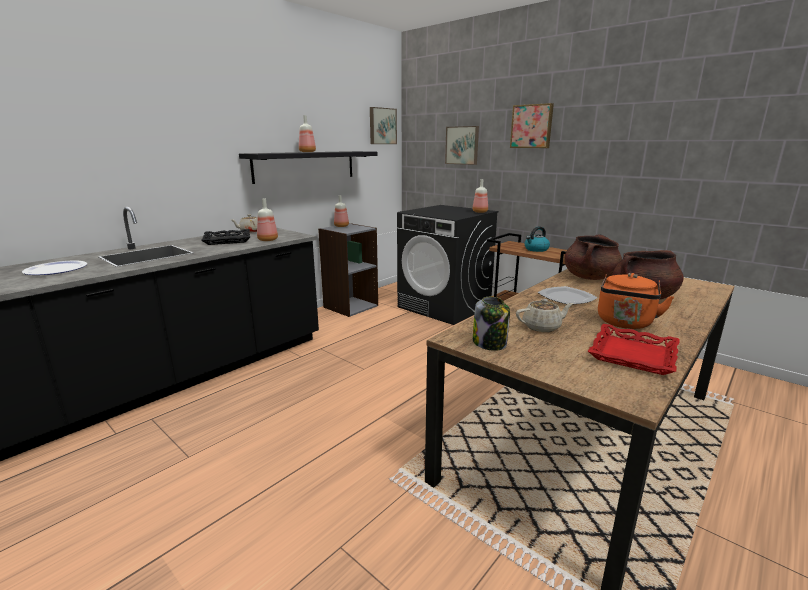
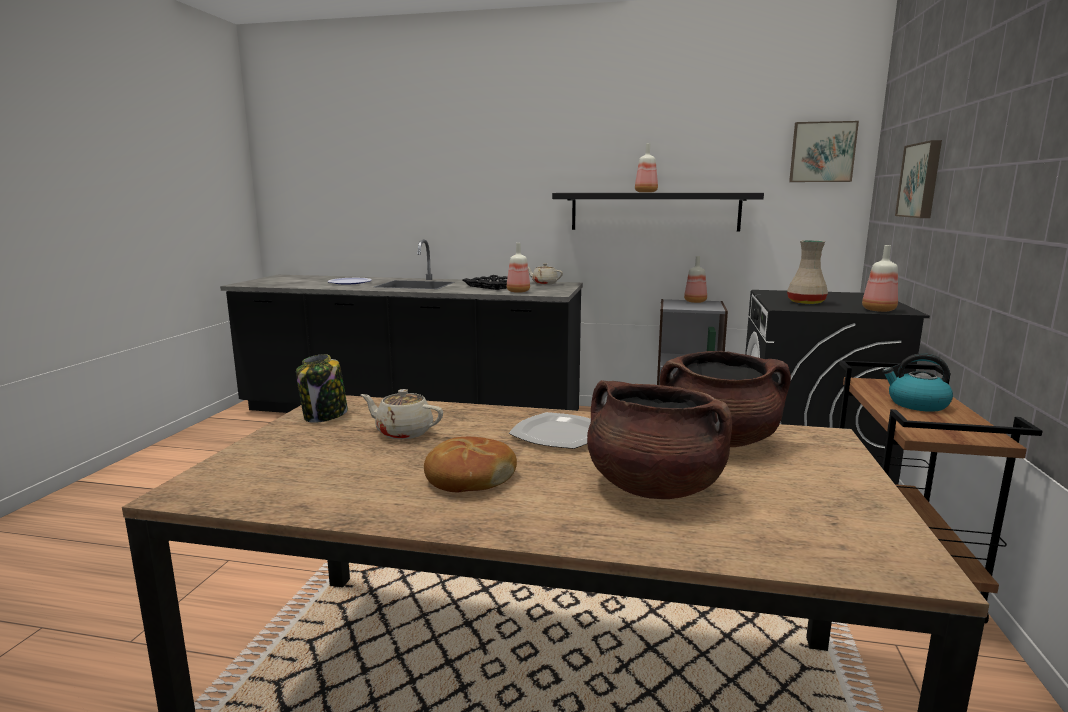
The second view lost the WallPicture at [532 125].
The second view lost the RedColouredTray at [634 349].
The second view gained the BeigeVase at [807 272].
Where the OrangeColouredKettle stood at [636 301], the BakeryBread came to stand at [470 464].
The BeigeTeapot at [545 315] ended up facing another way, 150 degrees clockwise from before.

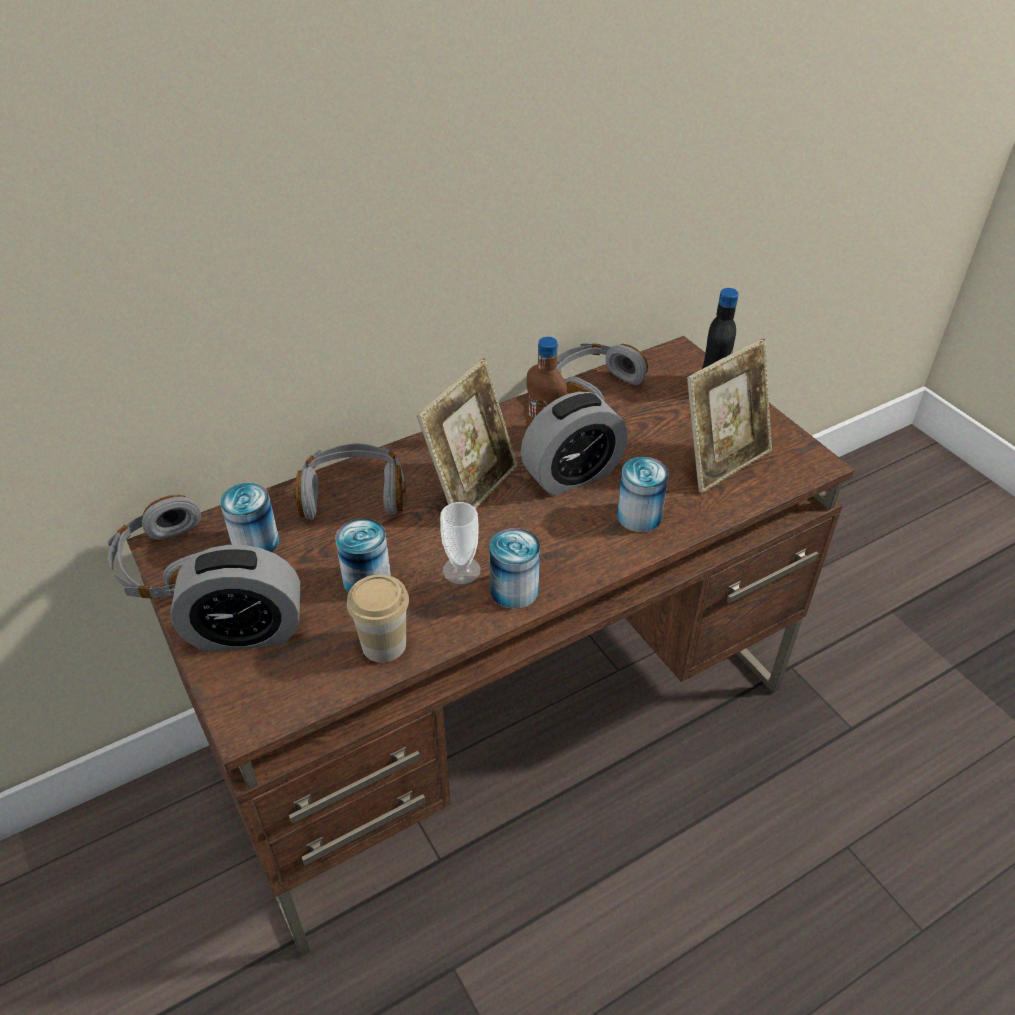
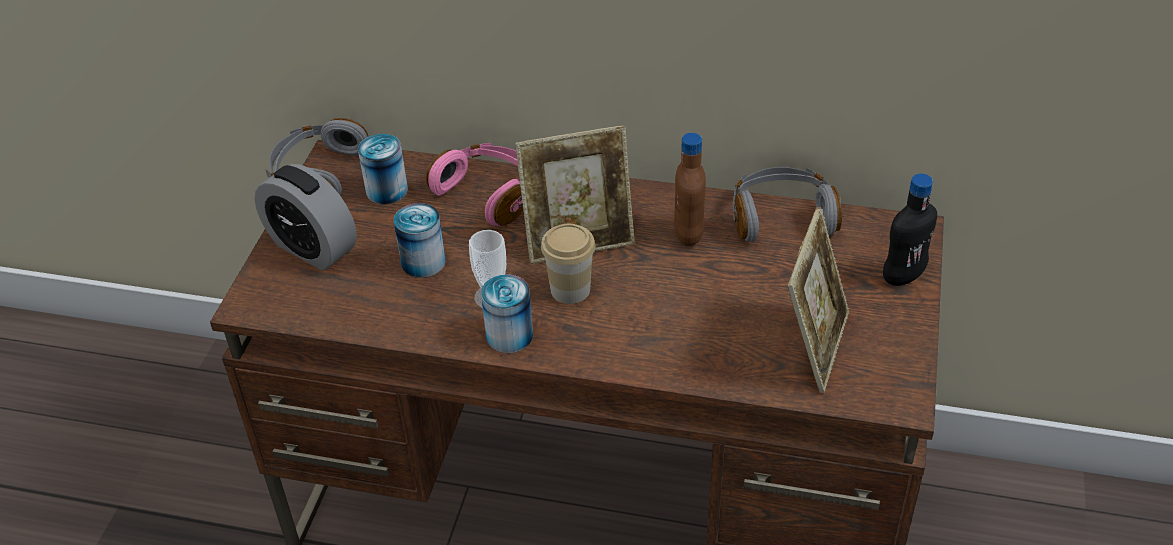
The second view lost the BedsideClock at [574 444].
The second view lost the SealedCan at [643 494].
The DrinkingCup ended up elsewhere, having gone from [378 618] to [568 264].
What was the GrayHeadphones at [350 482] turned into the PinkColouredHeadphones at [474 184].
The PhotoFrame at [729 416] ended up facing another way, 75 degrees counterclockwise from before.

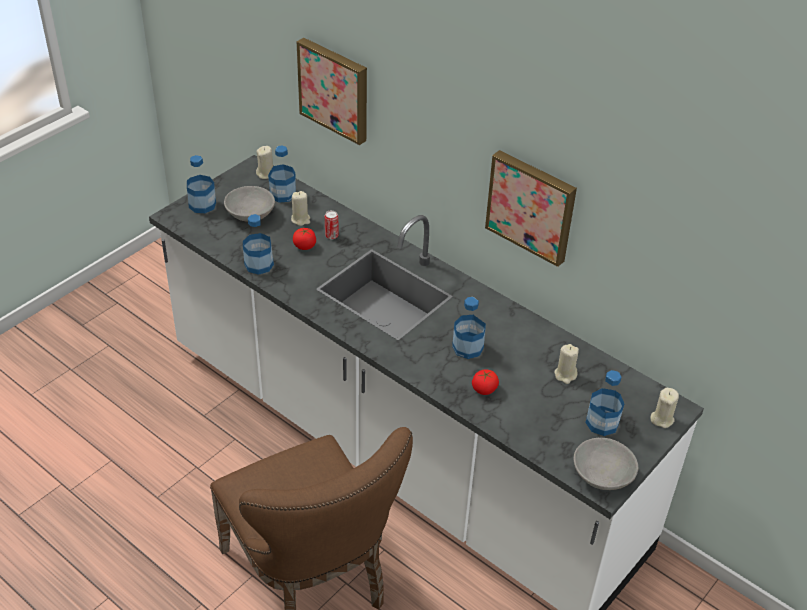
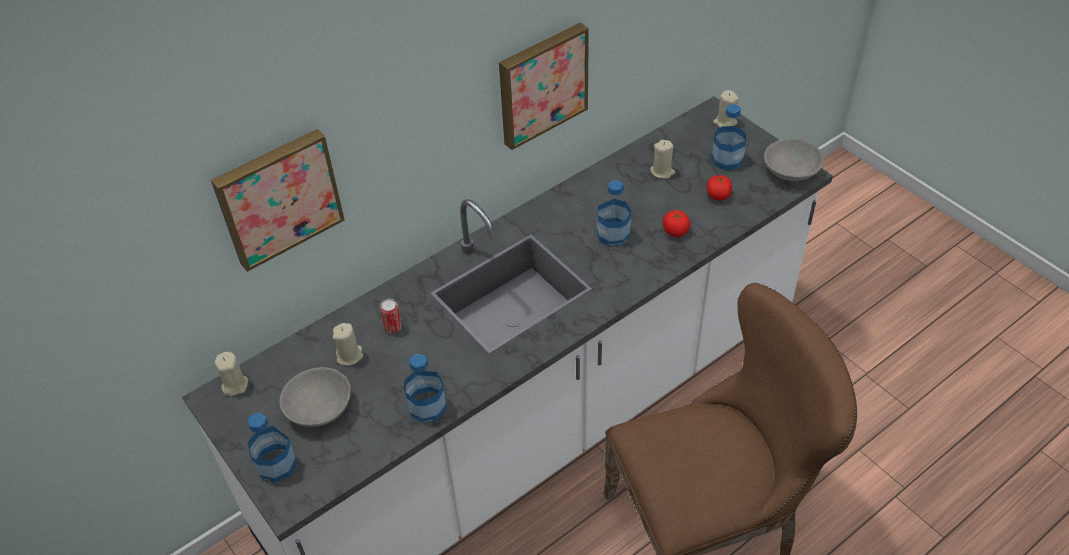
The second view lost the DrinkBottle at [282 174].
The Tomato ended up elsewhere, having gone from [304 239] to [719 188].

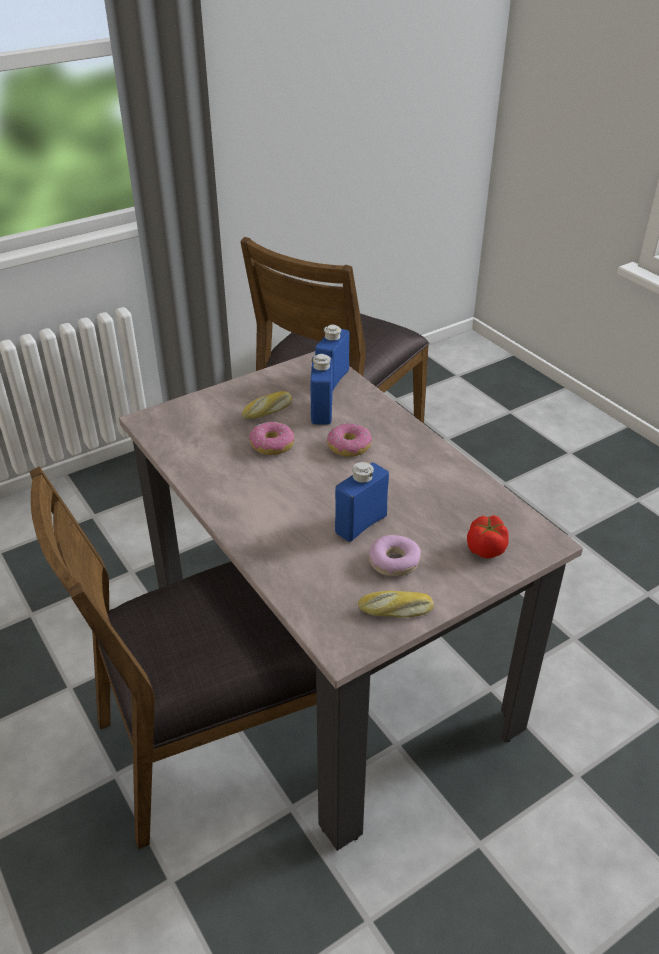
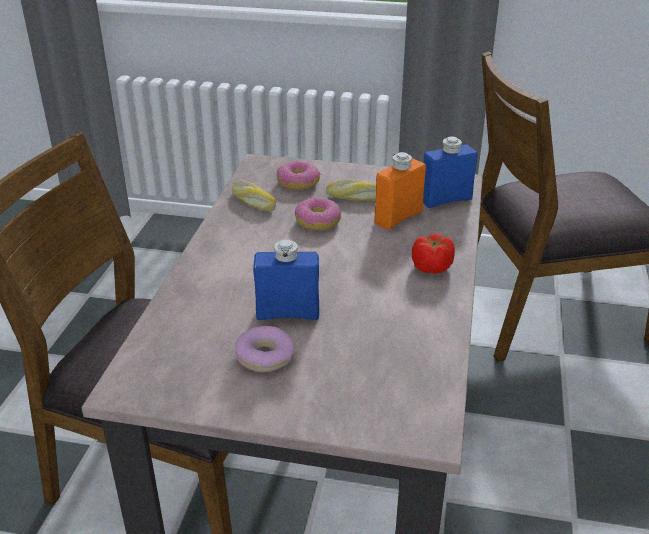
The RingDoughnut ended up elsewhere, having gone from [349 440] to [298 175].
The BakeryBread ended up elsewhere, having gone from [396 603] to [254 196].
The Tomato ended up elsewhere, having gone from [488 537] to [433 254].
What was the BluishDrinkBottle at [321 389] turned into the OrangeColouredDrinkBottle at [400 191].

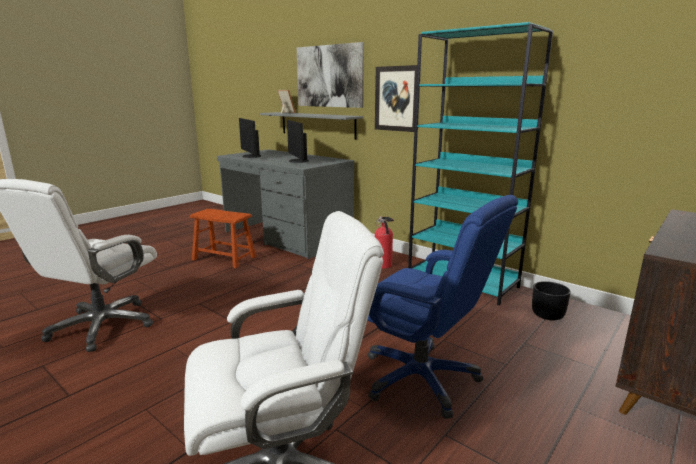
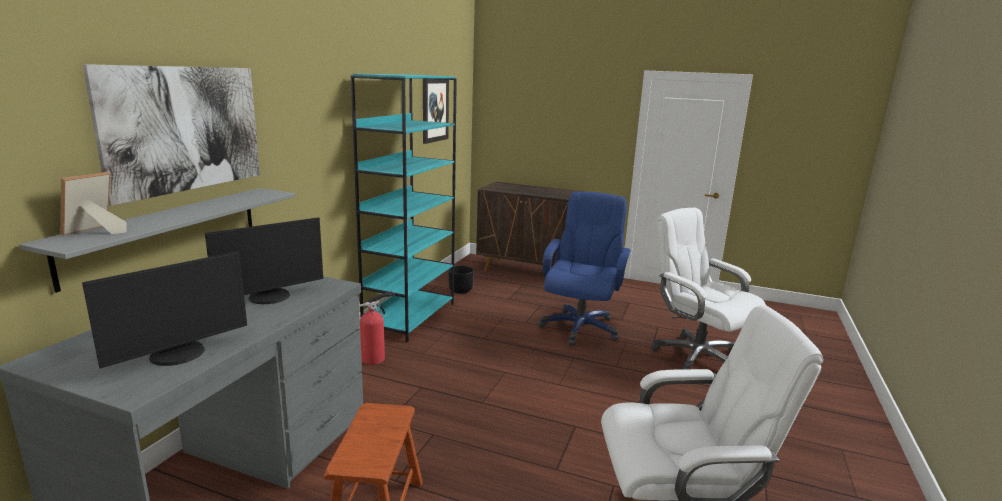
The WallPicture ended up elsewhere, having gone from [398 98] to [436 111].

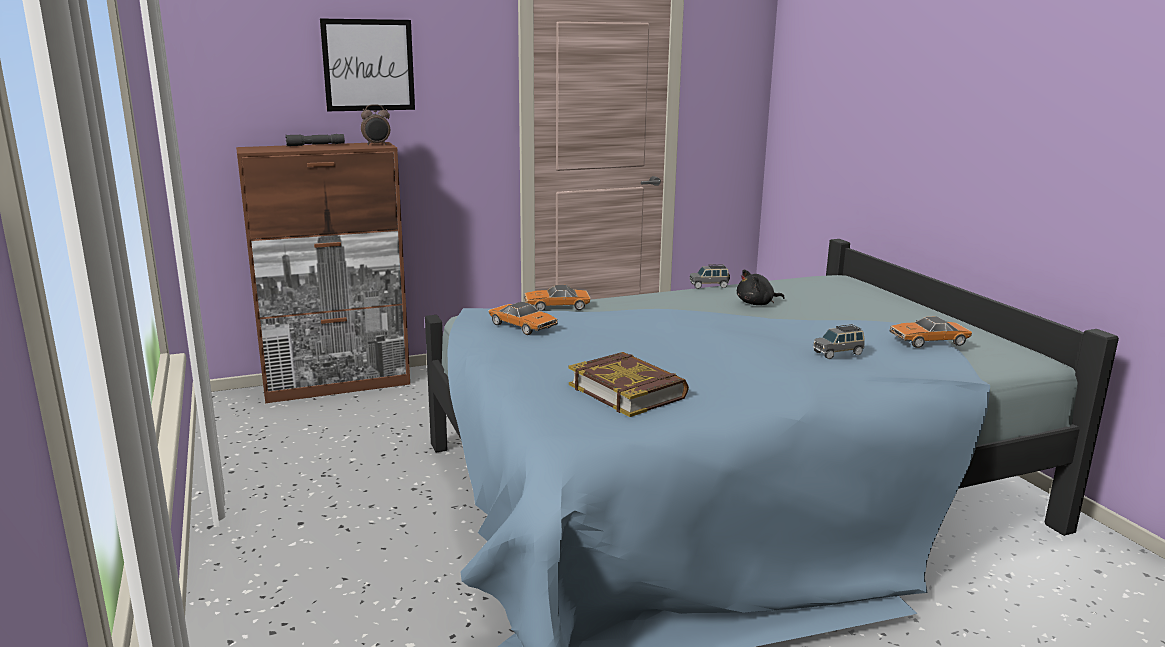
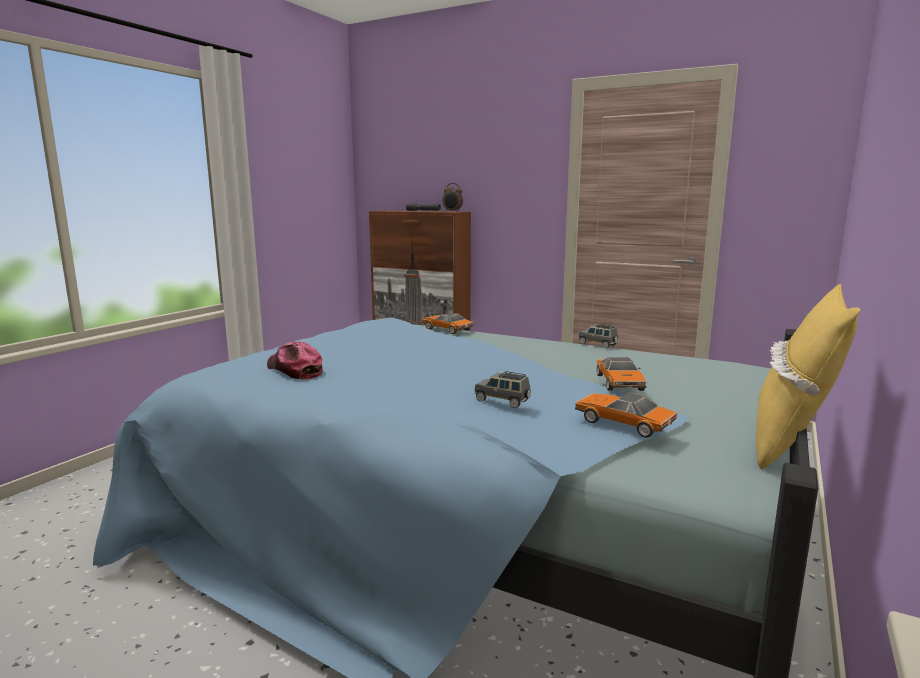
The second view lost the WallPicture at [367 65].
The second view lost the BlackColouredCuddlyToy at [761 287].
The second view gained the YellowColouredThrowPillow at [808 377].
The MiniatureCar ended up elsewhere, having gone from [523 318] to [622 374].
Where the Book stood at [629 384], the BaseballCap came to stand at [294 361].

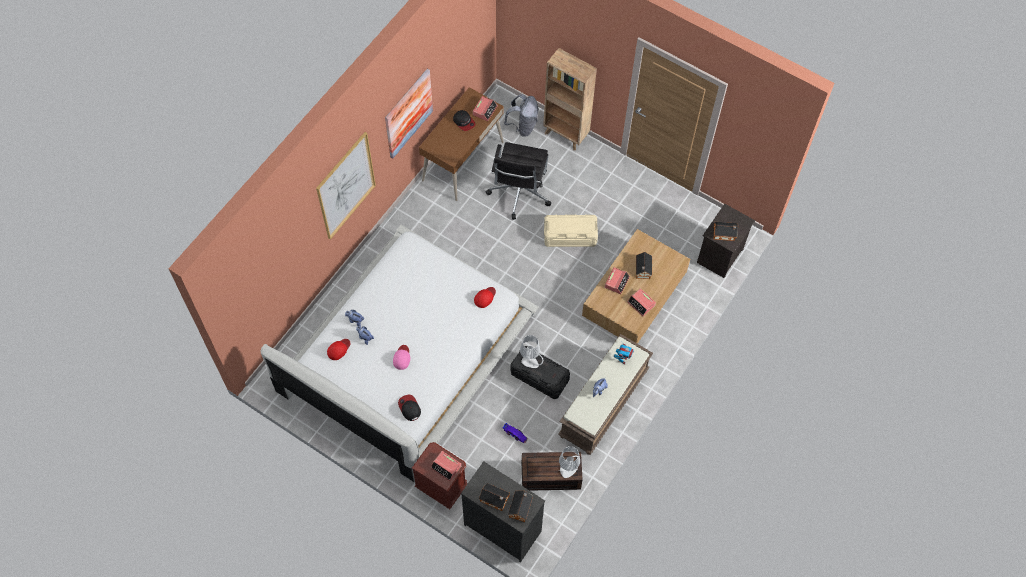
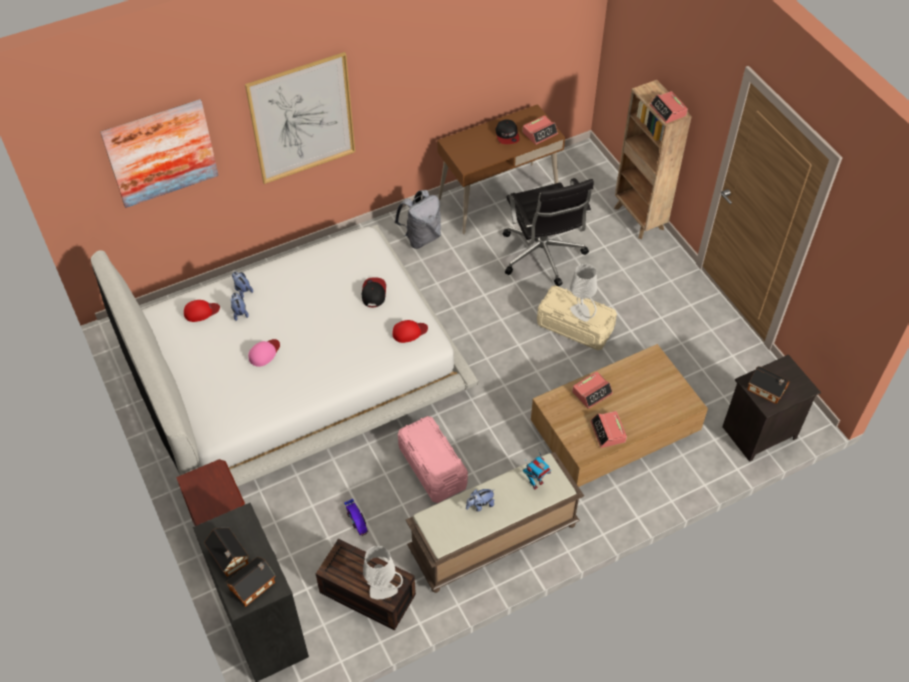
The second view lost the ToyHouse at [644 265].
The WallPicture ended up elsewhere, having gone from [409 114] to [159 153].
The BaseballCap ended up elsewhere, having gone from [409 408] to [374 292].
The BedsideClock ended up elsewhere, having gone from [446 466] to [669 107].
The GrayKnapsack ended up elsewhere, having gone from [521 115] to [418 219].
The GrayTableLamp ended up elsewhere, having gone from [531 351] to [583 293].
What was the BlackColouredStorageBox at [540 372] turned into the PinkColouredStorageBox at [433 459].
The BlackColouredOfficeChair at [518 181] ended up facing another way, 60 degrees counterclockwise from before.

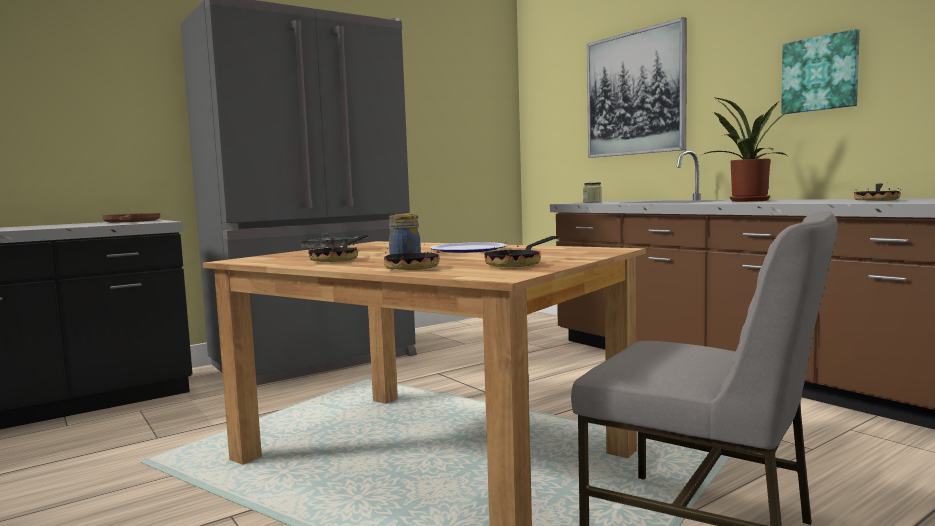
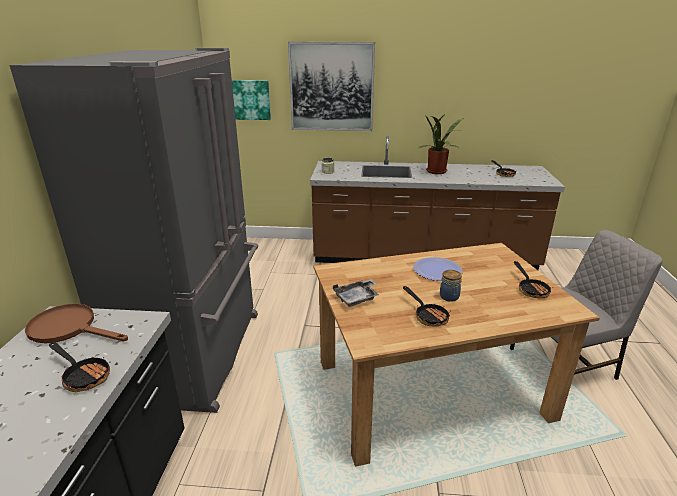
The Pan ended up elsewhere, having gone from [412 254] to [79 367].
The WallPicture ended up elsewhere, having gone from [820 71] to [251 100].

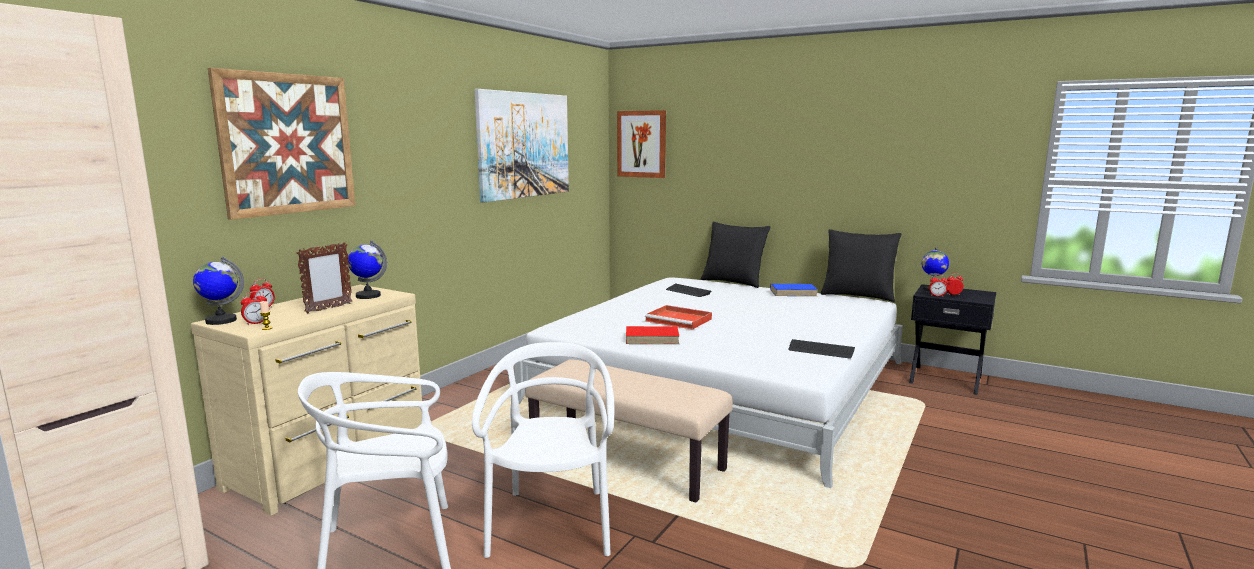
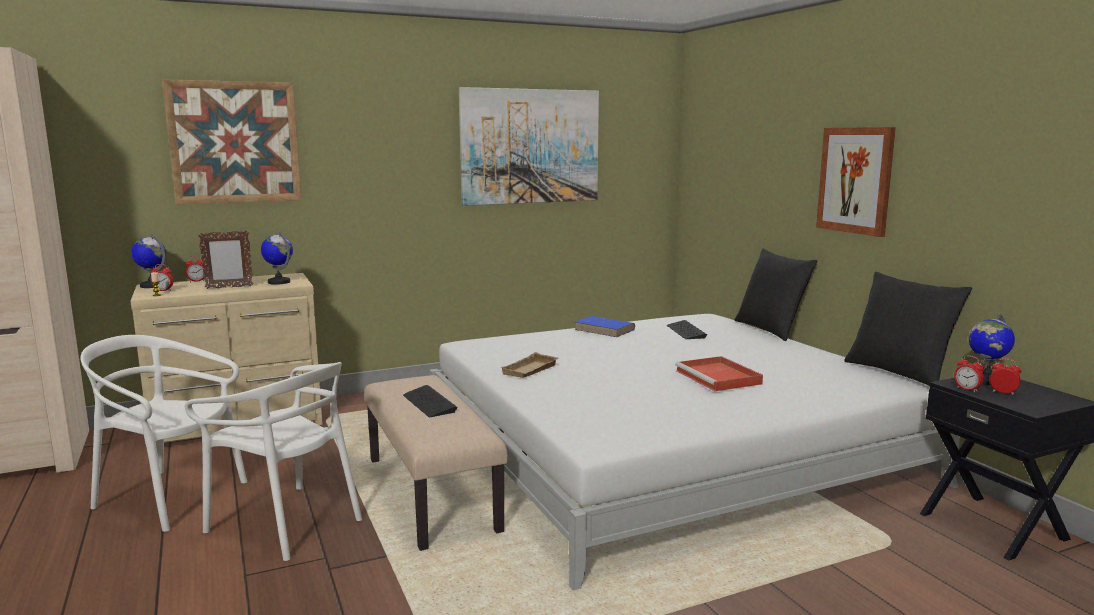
The WallPicture ended up elsewhere, having gone from [641 144] to [856 182].
The RedColouredTray ended up elsewhere, having gone from [678 317] to [719 373].
The BluishBook ended up elsewhere, having gone from [794 290] to [604 326].
The PcKeyboard ended up elsewhere, having gone from [822 349] to [430 401].
Where the RedColouredBook stood at [652 335], the BeigeTray came to stand at [529 365].
The WhitishUprightChair at [543 450] ended up facing another way, 90 degrees clockwise from before.

